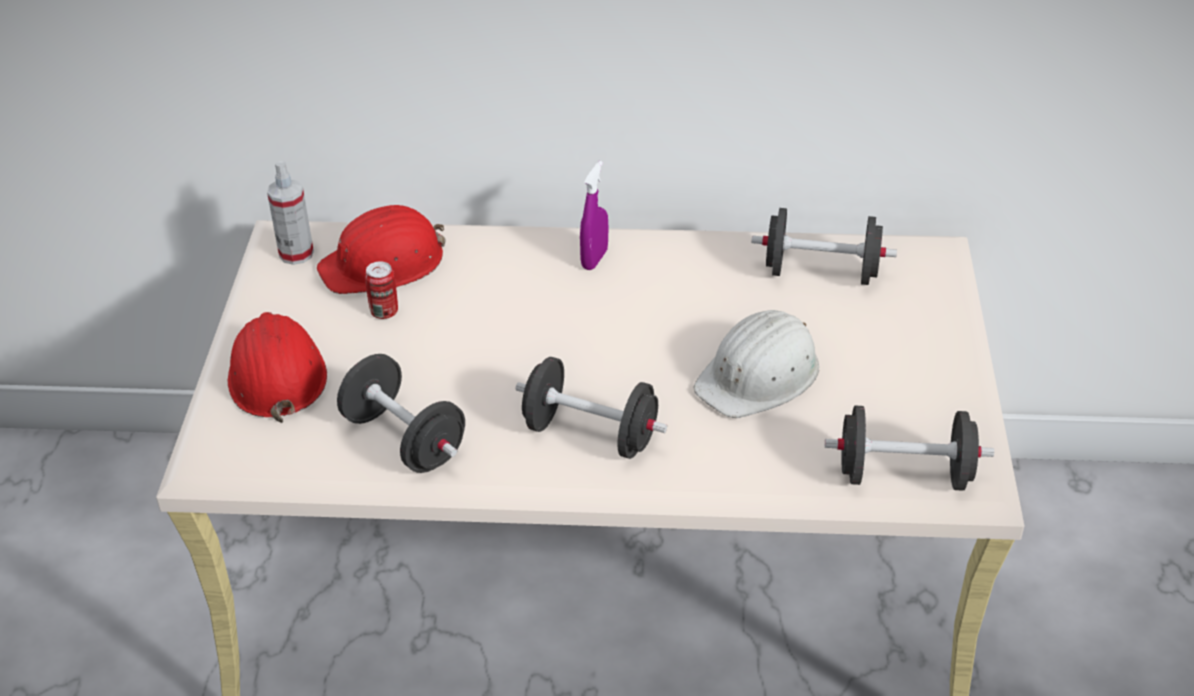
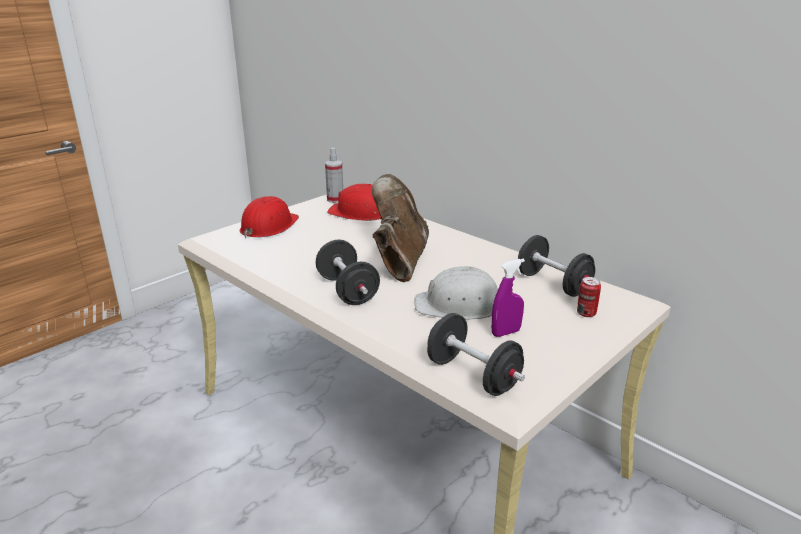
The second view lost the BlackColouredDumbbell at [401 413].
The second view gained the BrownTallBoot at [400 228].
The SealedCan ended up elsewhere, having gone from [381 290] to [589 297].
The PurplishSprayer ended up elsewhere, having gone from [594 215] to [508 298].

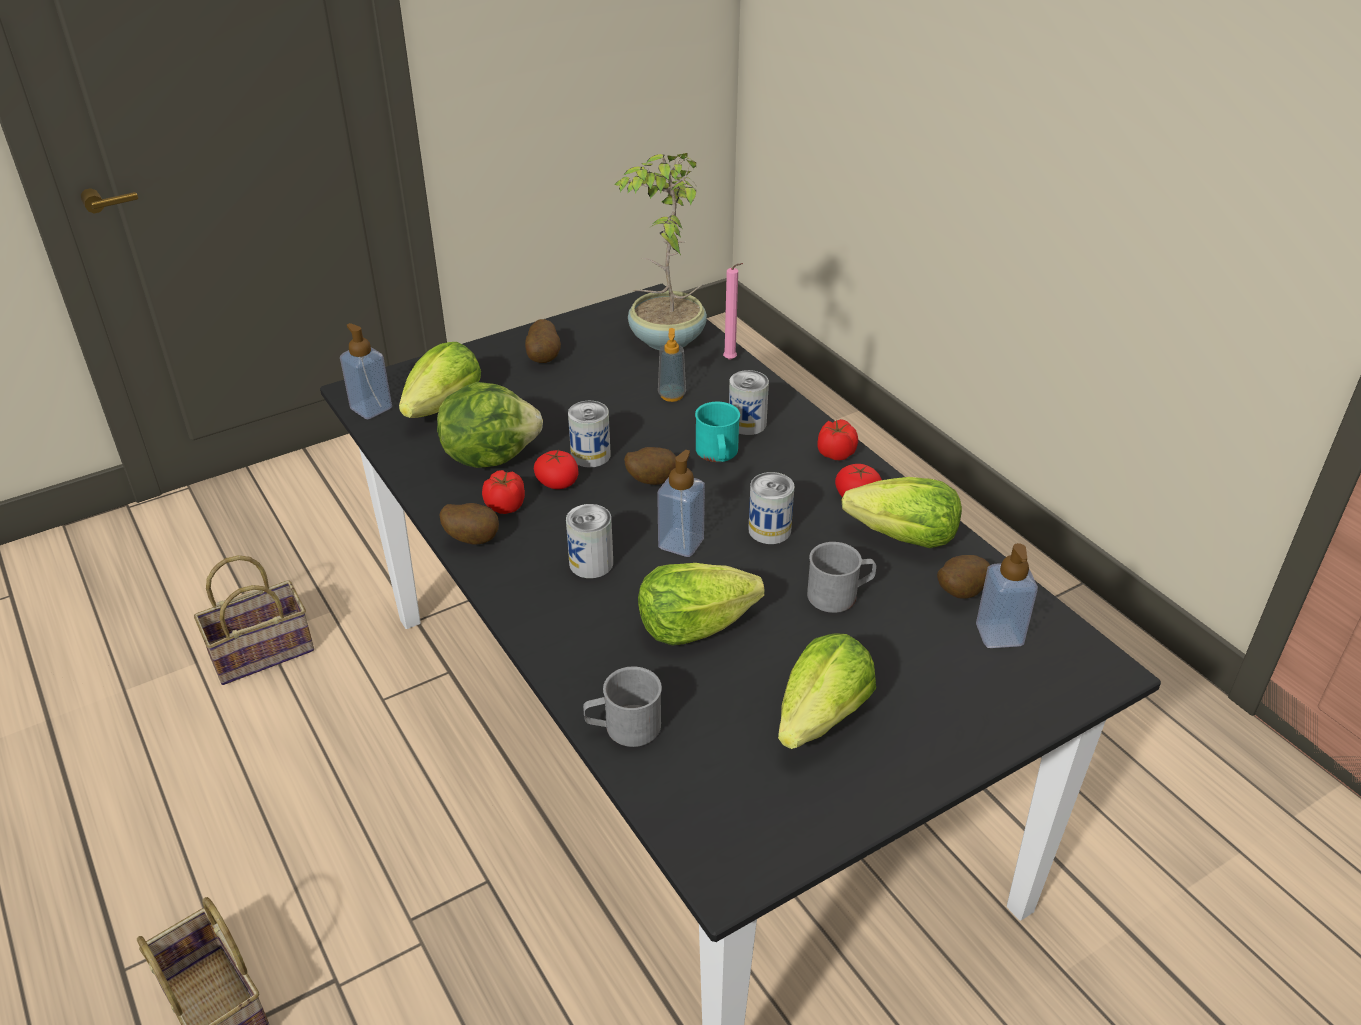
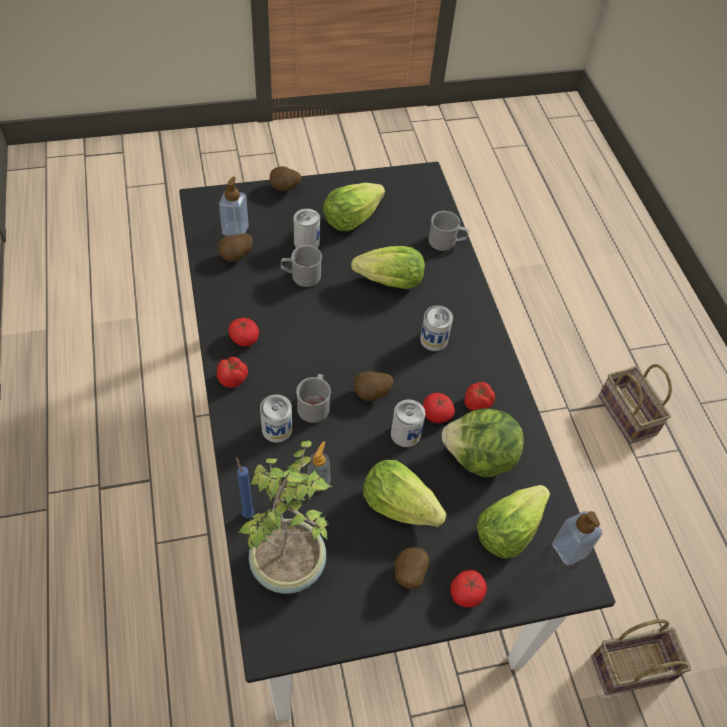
The second view lost the SoapBottle at [681 503].
The second view gained the Tomato at [468 589].
The Potato ended up elsewhere, having gone from [469 524] to [285 178].
The SealedCan ended up elsewhere, having gone from [771 508] to [307 228].
The LettuceHead ended up elsewhere, having gone from [902 512] to [405 493].
What was the BlueGreenTeaMug at [717 432] turned into the GrayTeaMug at [313 398].
What was the PinkColouredWaxCandle at [733 311] turned into the BluishWaxCandle at [245 487].

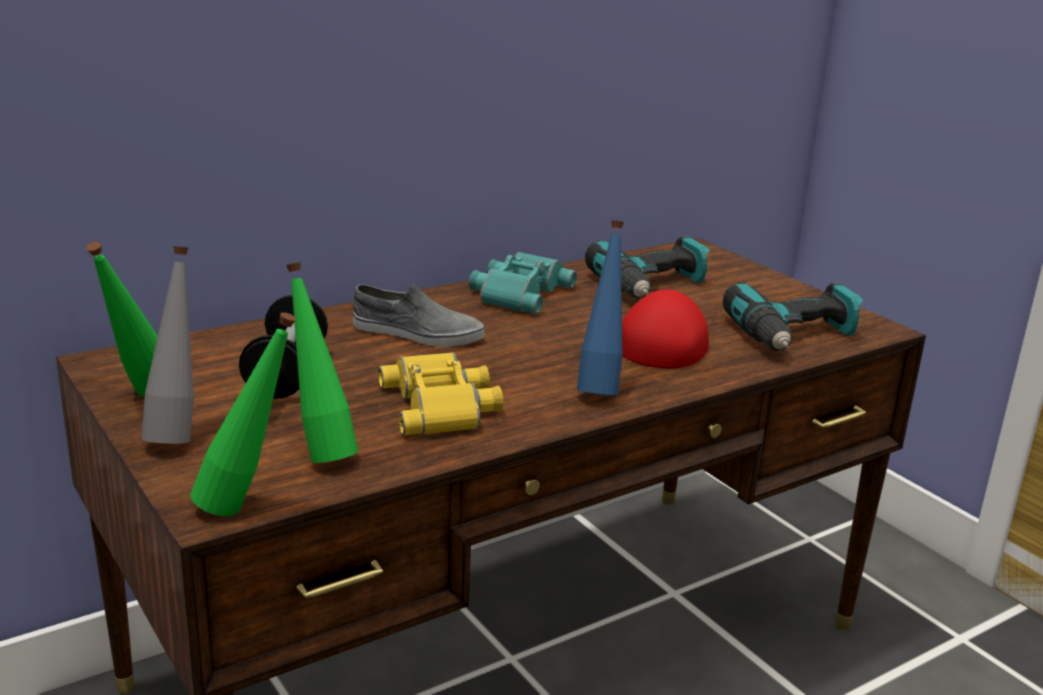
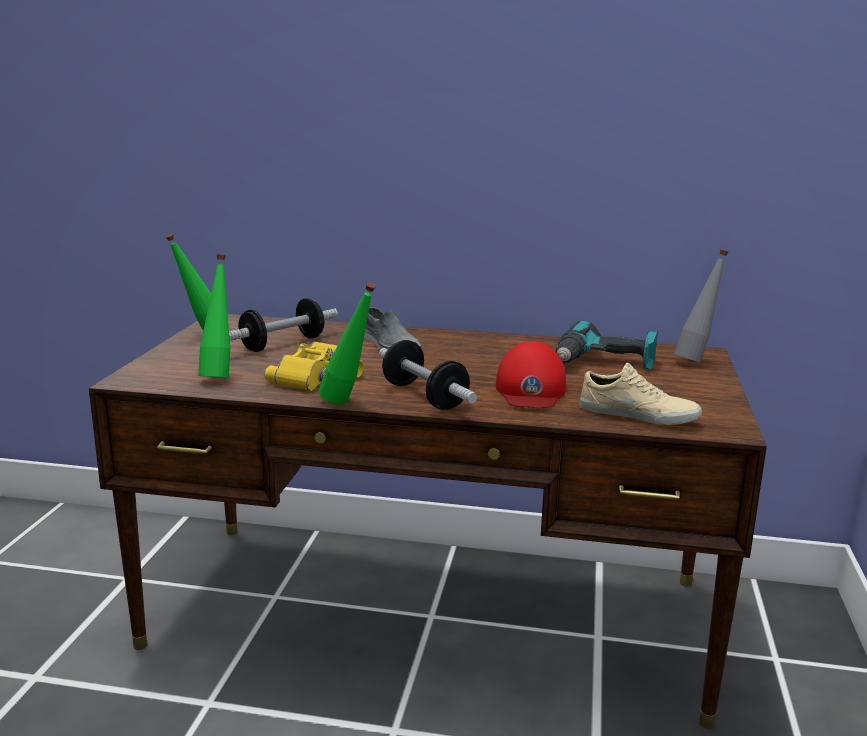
The second view lost the BlueGreenFieldGlasses at [523 283].
The GrayDrinkBottle ended up elsewhere, having gone from [167 345] to [701 306].
The GreenColouredDrinkBottle ended up elsewhere, having gone from [243 414] to [347 344].
Where the BluishDrinkBottle stood at [600 307], the Dumbbell came to stand at [428 375].
Where the ElectricDrill stood at [793 316], the BeigeLowShoe came to stand at [640 394].
The RedColouredBaseballCap at [665 329] ended up facing another way, 120 degrees clockwise from before.

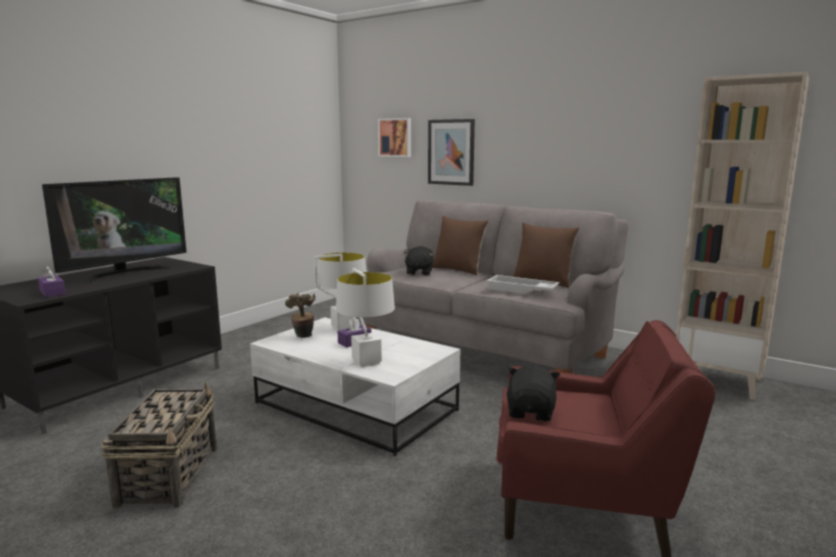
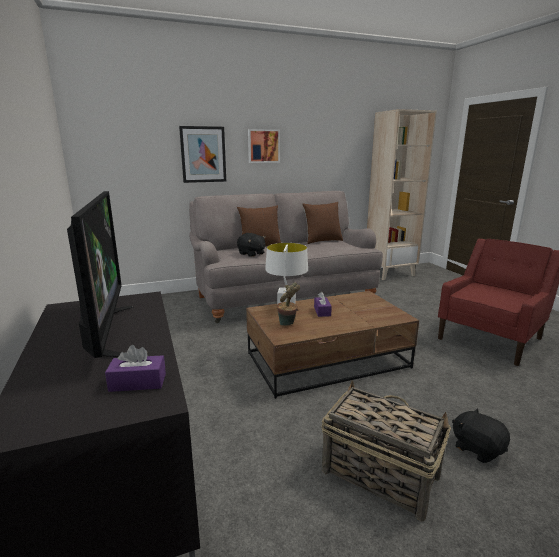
The second view lost the WhitishTableLamp at [365 317].
The second view lost the WhitishTray at [523 284].
The WallPicture ended up elsewhere, having gone from [394 137] to [264 146].
The BlackColouredCuddlyToy ended up elsewhere, having gone from [533 393] to [481 435].
What was the WhitishLowTable at [355 386] turned into the BrownLowTable at [332 345].

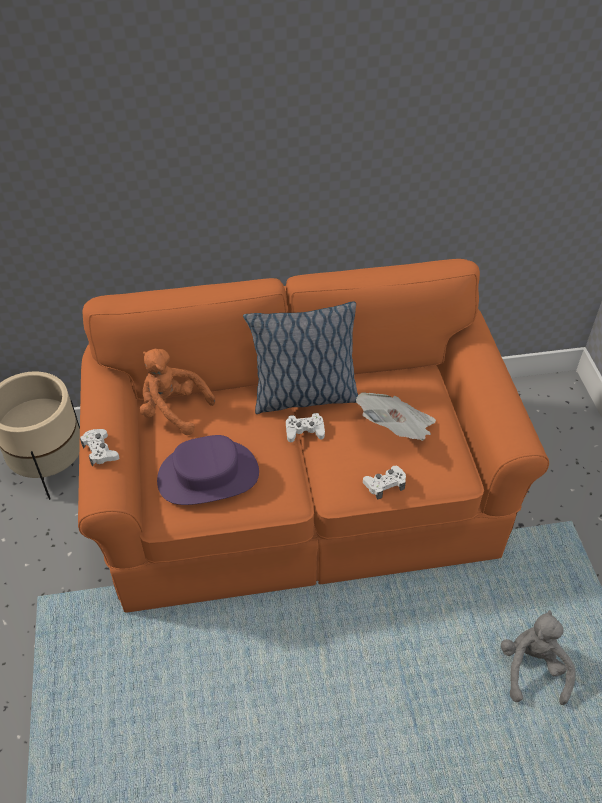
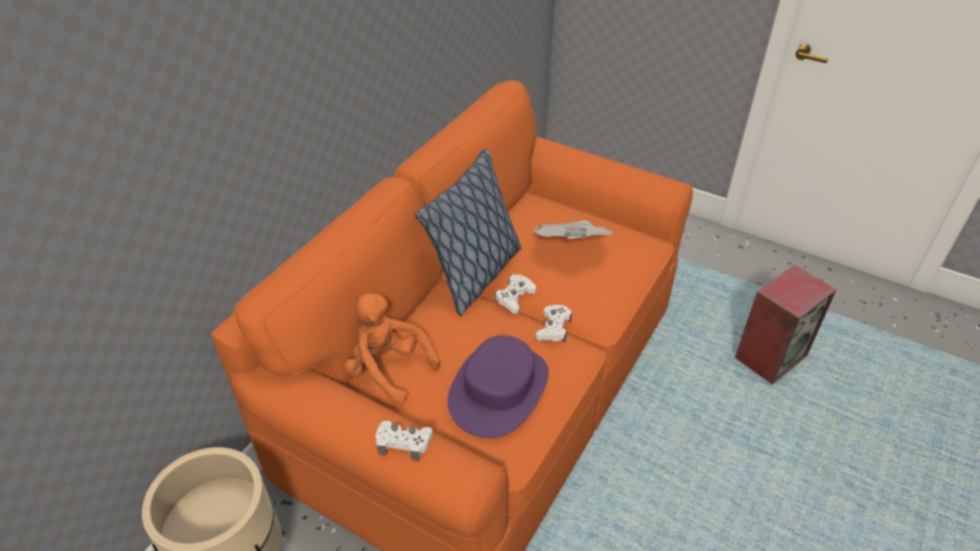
The WhitishGamepad ended up elsewhere, having gone from [384 483] to [554 324].
Where the GrayCuddlyToy stood at [538 657], the AudioSpeaker came to stand at [786 324].
The OrangeColouredCuddlyToy at [177 392] ended up facing another way, 60 degrees clockwise from before.

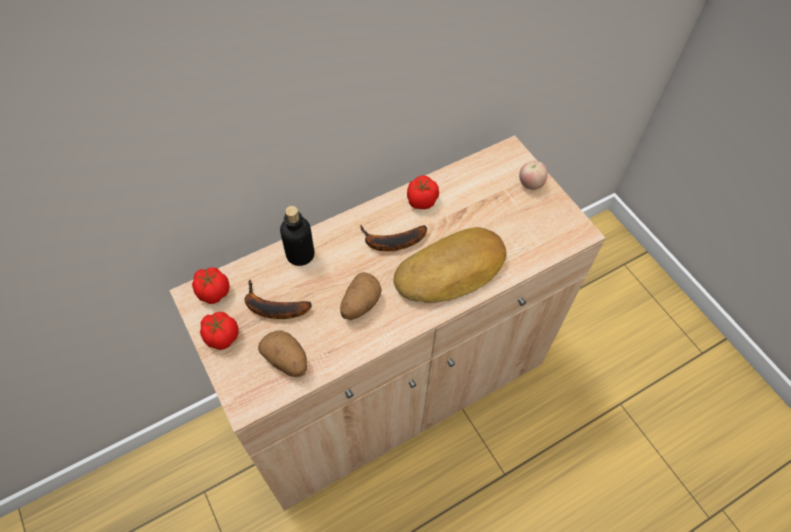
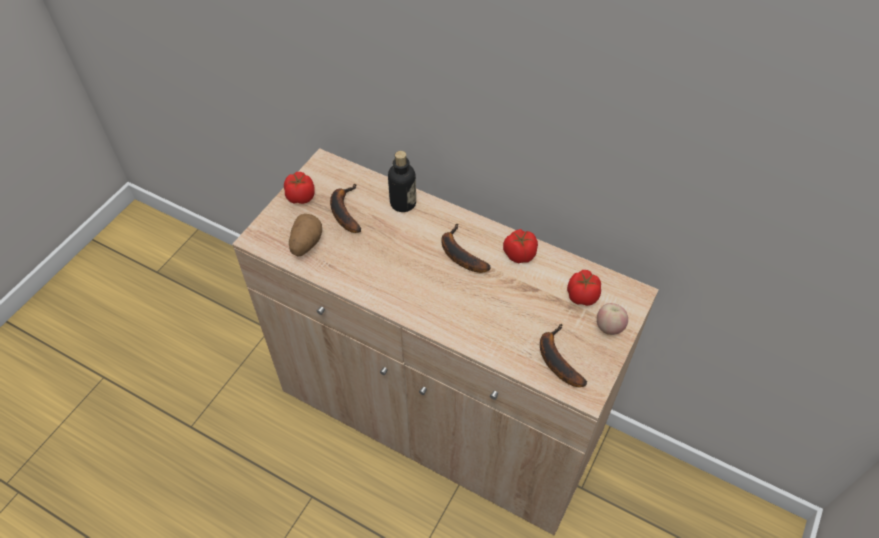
The second view lost the Potato at [361 296].
The second view lost the BakeryBread at [450 265].
The second view gained the Banana at [563 355].
The Tomato ended up elsewhere, having gone from [211 285] to [584 288].

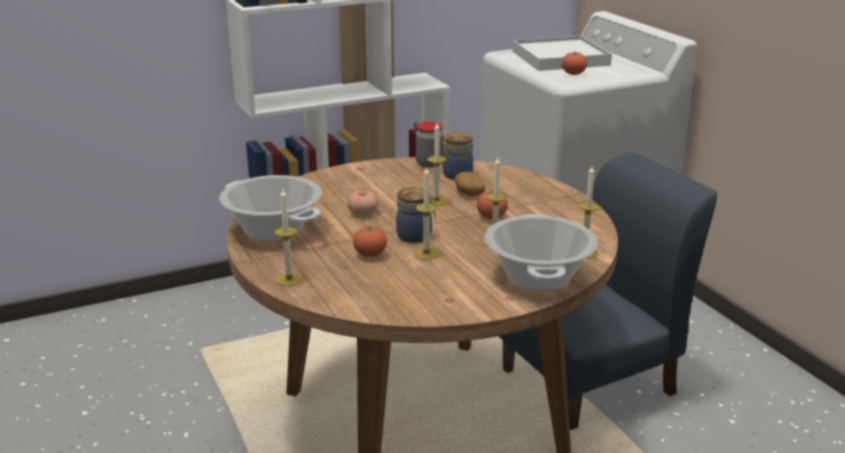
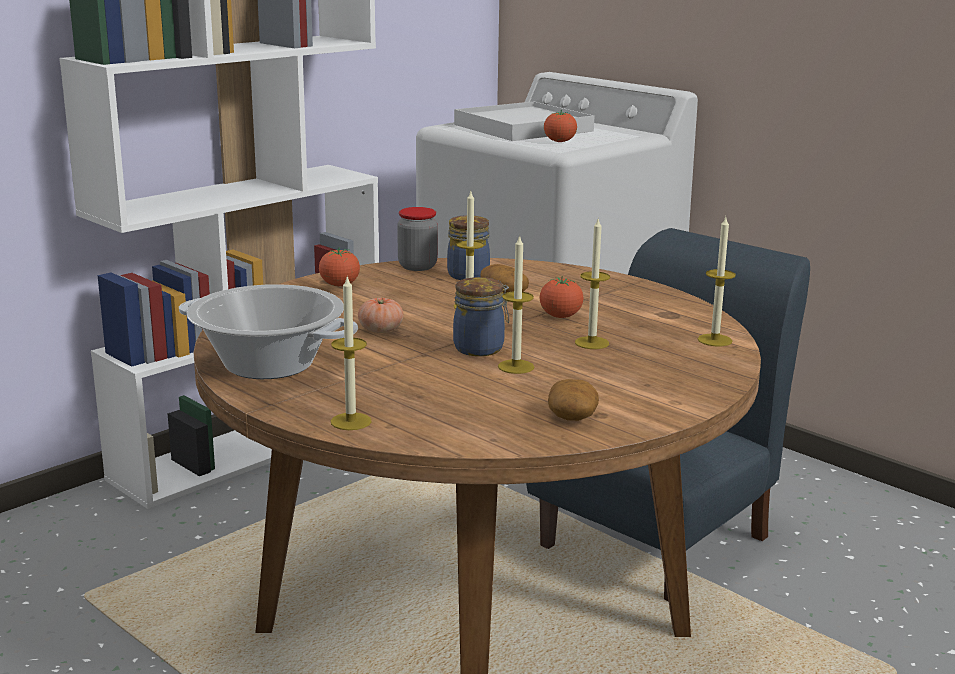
The second view lost the Stockpot at [541 252].
The second view gained the Potato at [573 400].
The Tomato ended up elsewhere, having gone from [370 241] to [339 266].

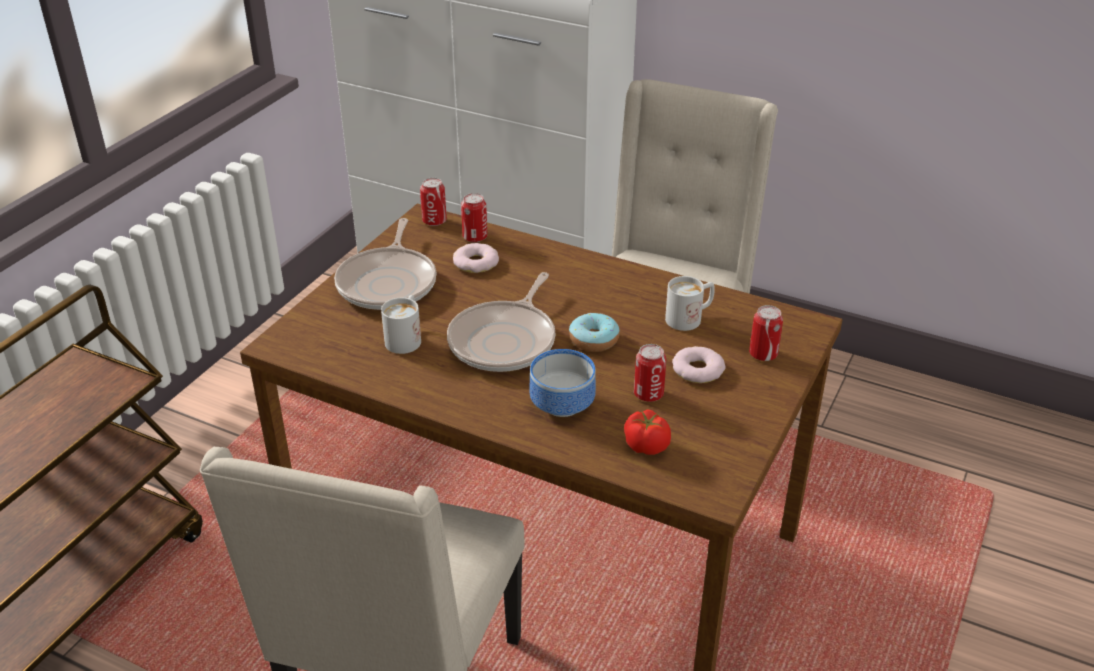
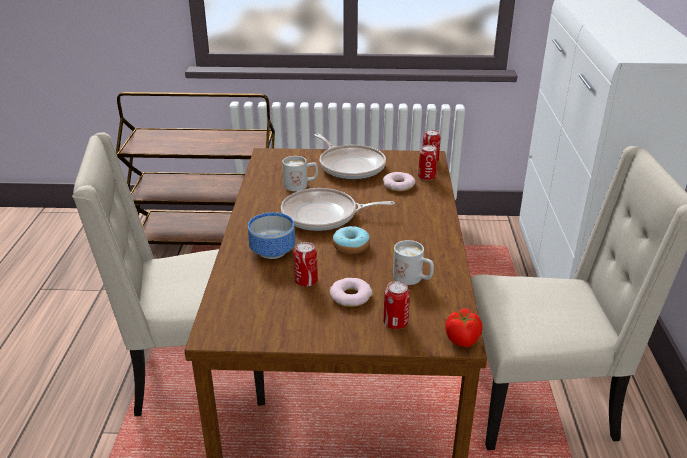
The Tomato ended up elsewhere, having gone from [647 432] to [464 327].
The Pan at [385 264] ended up facing another way, 105 degrees counterclockwise from before.

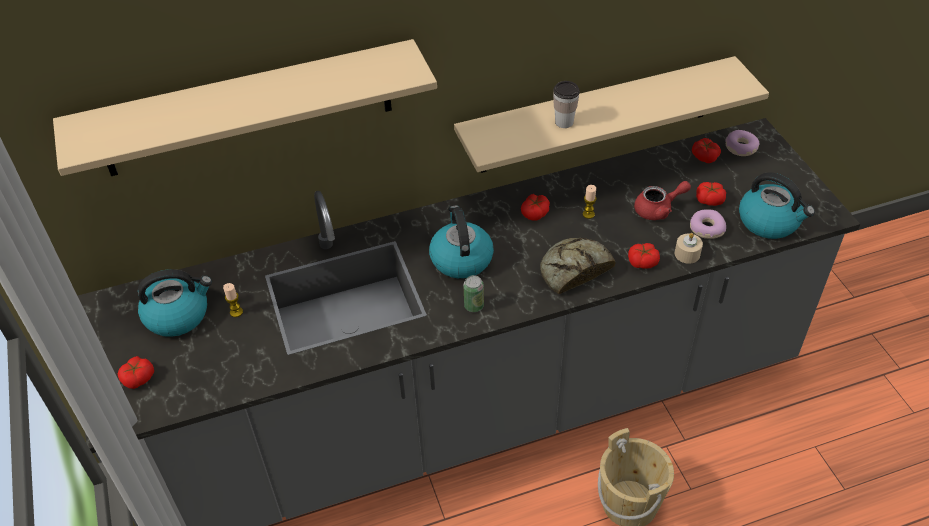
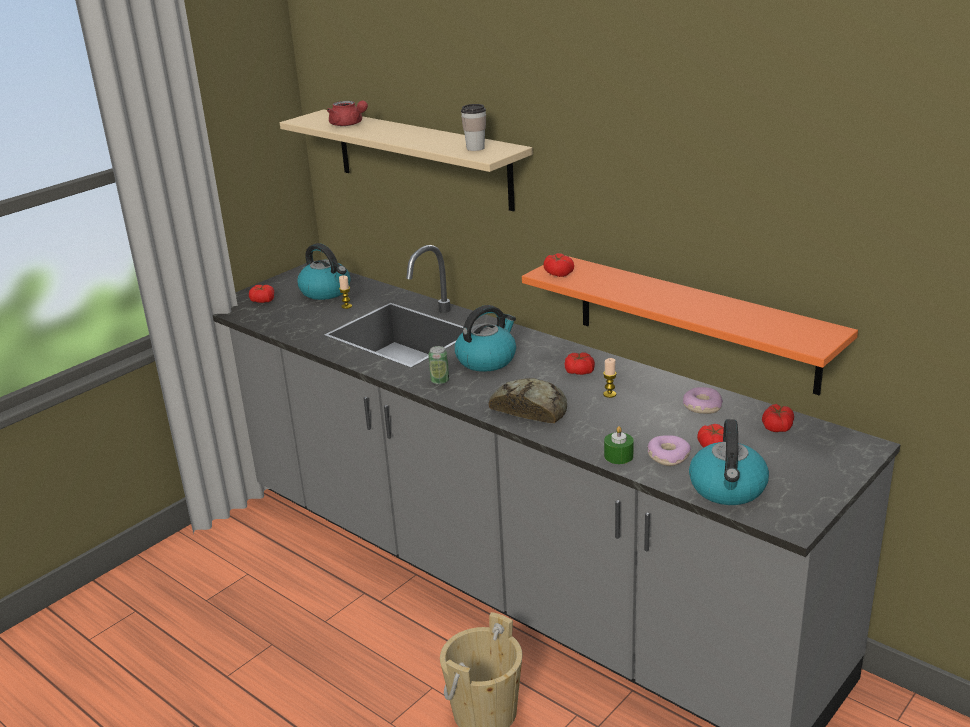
The DrinkingCup ended up elsewhere, having gone from [566 104] to [473 127].
The Tomato ended up elsewhere, having gone from [644 256] to [558 265].
The RedColouredTeapot ended up elsewhere, having gone from [662 200] to [347 113].
The RingDoughnut ended up elsewhere, having gone from [742 143] to [703 400].
What was the BeigeWallShelf at [611 114] turned into the OrangeColouredWallShelf at [690 325].
What was the BeigeWaxCandle at [689 248] turned into the GreenColouredWaxCandle at [619 445].

